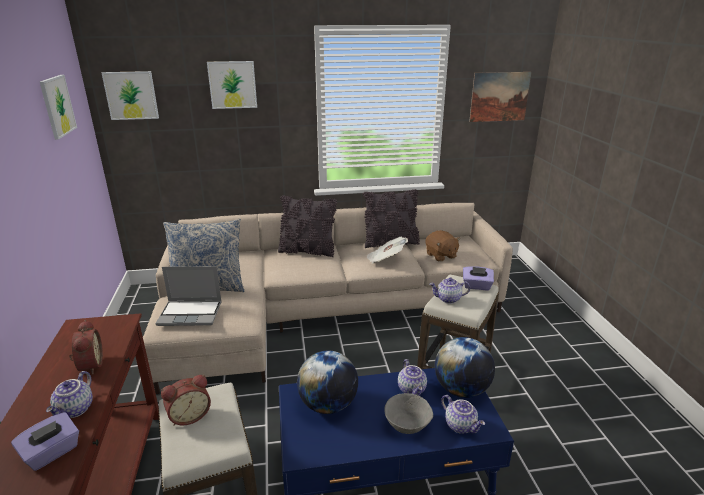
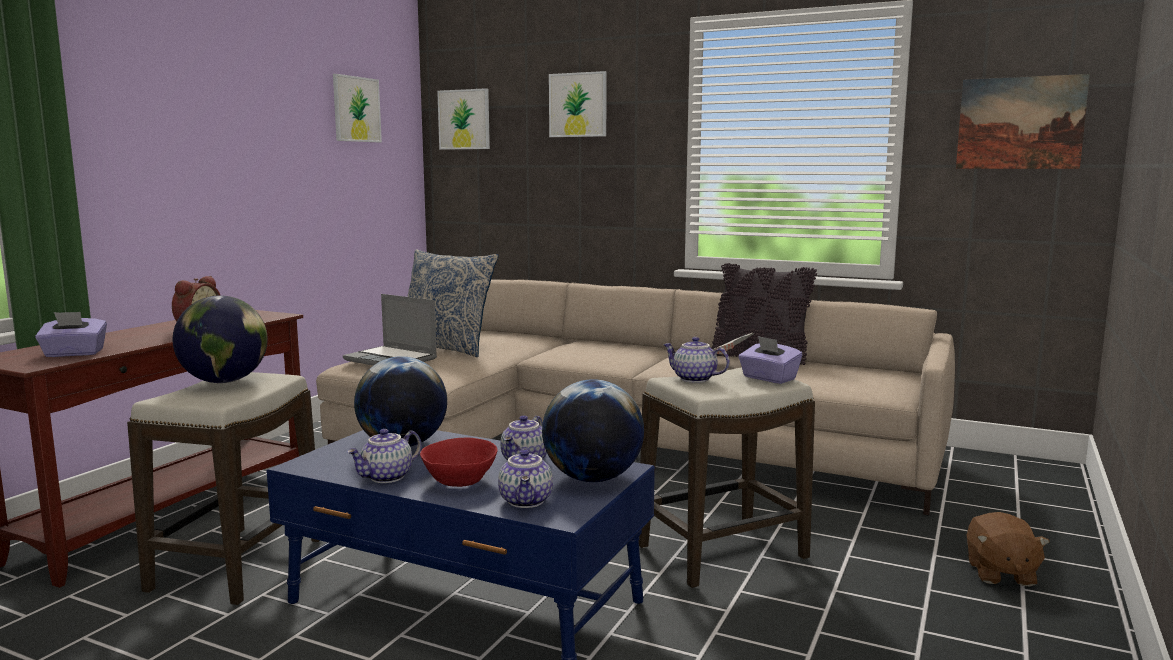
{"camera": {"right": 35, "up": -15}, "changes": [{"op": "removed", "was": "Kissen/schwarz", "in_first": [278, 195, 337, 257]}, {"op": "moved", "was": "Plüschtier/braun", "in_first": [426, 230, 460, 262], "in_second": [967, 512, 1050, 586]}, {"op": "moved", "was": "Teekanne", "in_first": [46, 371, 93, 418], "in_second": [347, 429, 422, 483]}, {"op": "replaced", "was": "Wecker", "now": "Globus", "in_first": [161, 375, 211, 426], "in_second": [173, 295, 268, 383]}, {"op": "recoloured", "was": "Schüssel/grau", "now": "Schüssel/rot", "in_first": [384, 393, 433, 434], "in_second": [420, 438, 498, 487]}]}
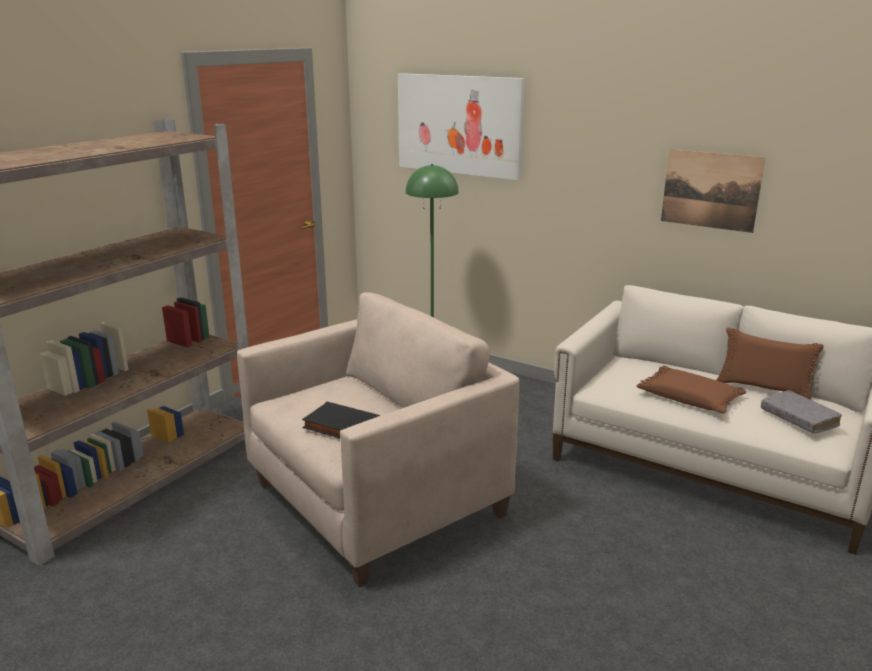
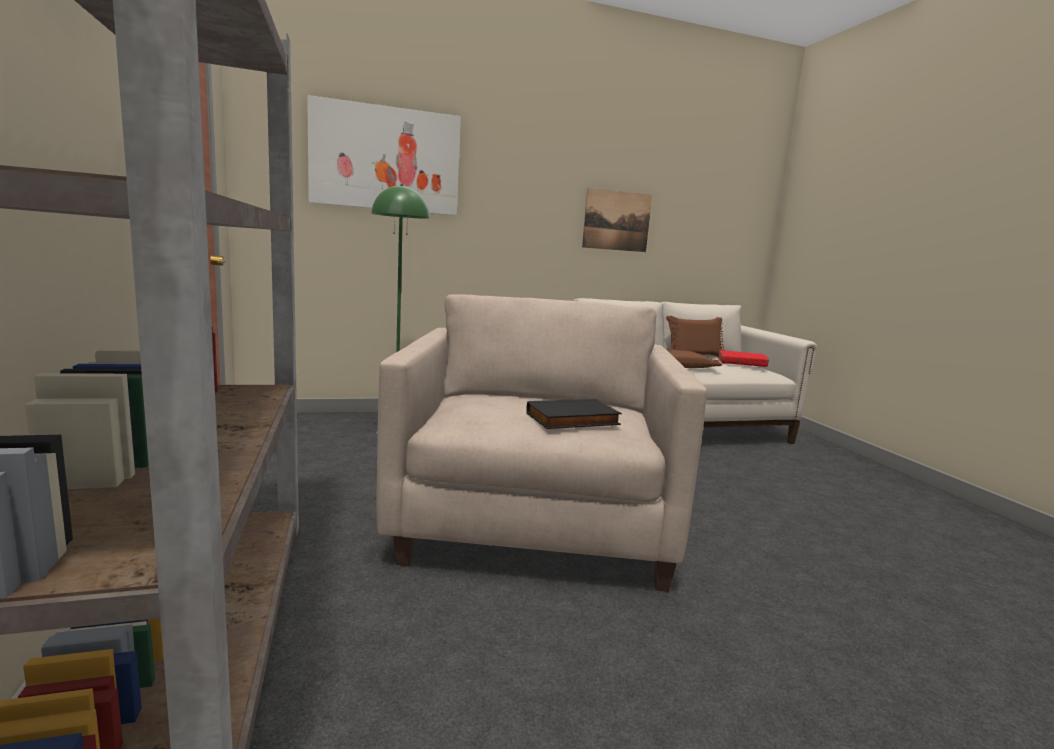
{"camera": {"right": -50, "up": -10}, "changes": [{"op": "recoloured", "was": "Buch/grau", "now": "Buch/rot", "in_first": [761, 390, 842, 433], "in_second": [718, 350, 769, 367]}]}
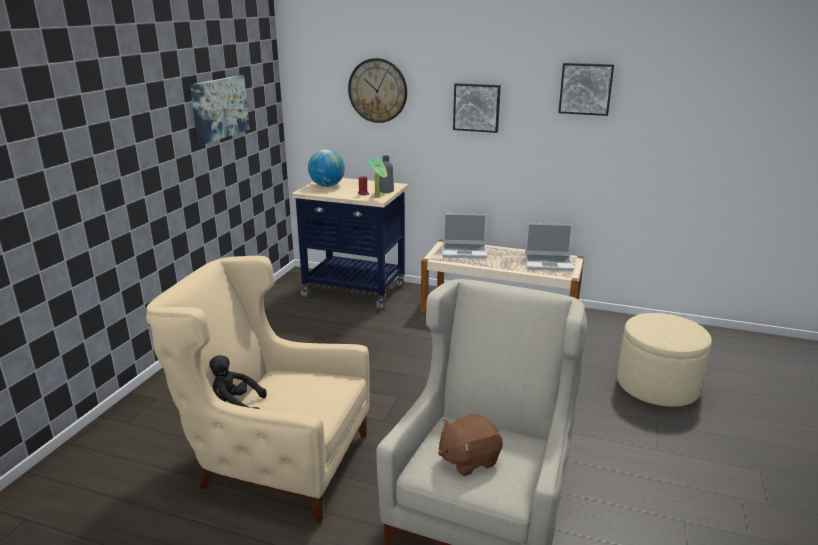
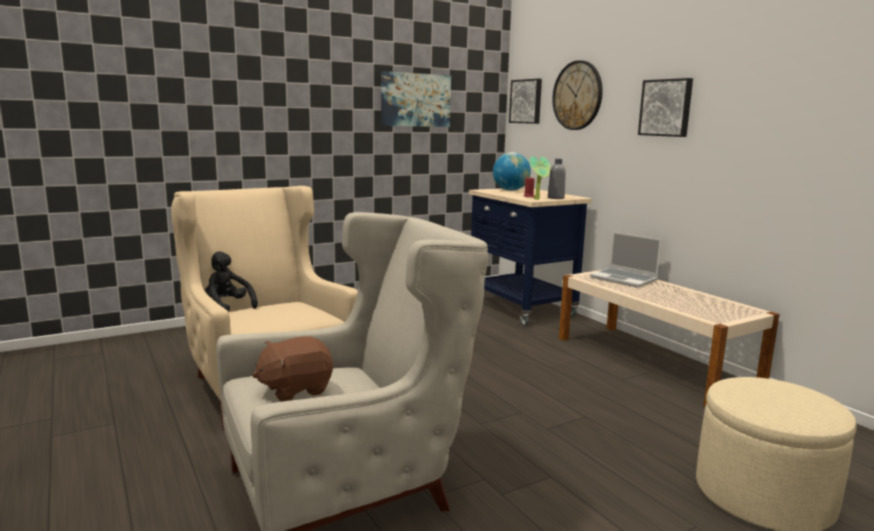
{"camera": {"right": 40, "up": -10}, "changes": [{"op": "moved", "was": "Bild", "in_first": [558, 63, 614, 116], "in_second": [509, 79, 542, 124]}, {"op": "removed", "was": "Laptop", "in_first": [525, 223, 574, 271]}, {"op": "turned", "was": "Plüschtier/braun", "in_first": [438, 414, 503, 476], "in_second": [252, 336, 333, 402], "clockwise": -45}]}
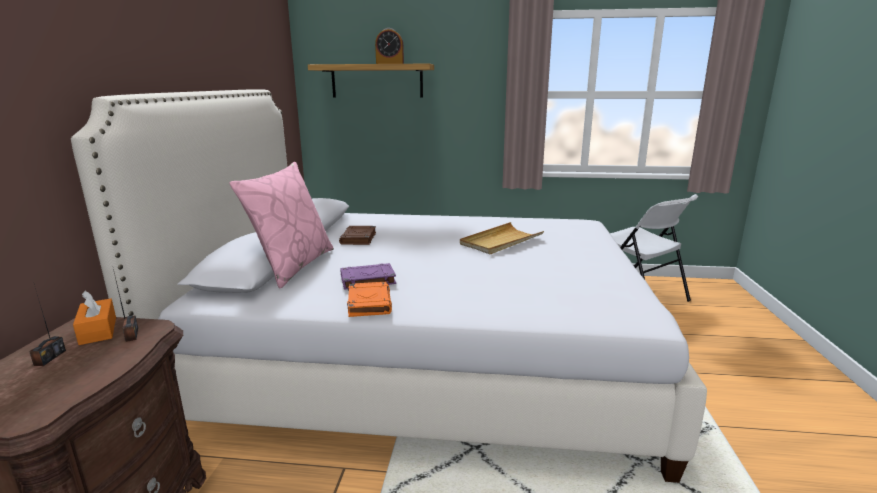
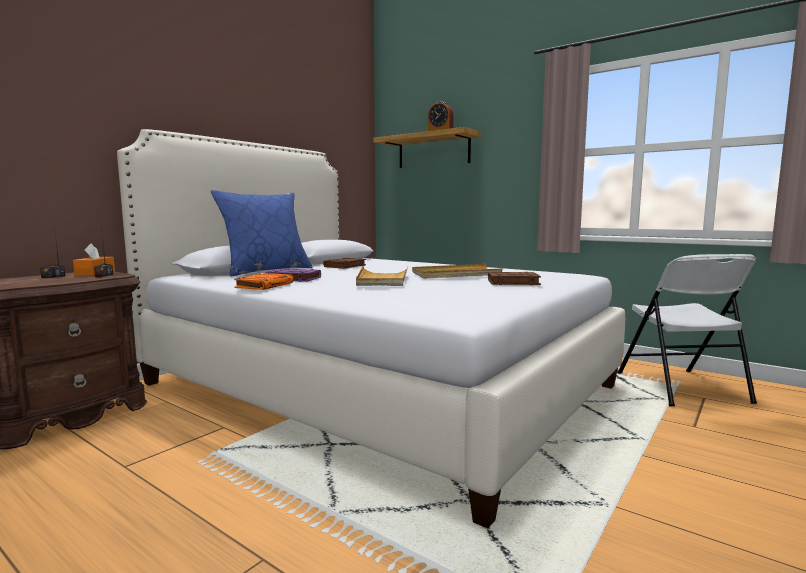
{"camera": {"right": 30, "up": -10}, "changes": [{"op": "recoloured", "was": "Kissen/rosa", "now": "Kissen/blau", "in_first": [229, 162, 334, 288], "in_second": [211, 190, 313, 276]}, {"op": "added", "now": "Tablett/beige", "in_second": [356, 266, 408, 286]}, {"op": "added", "now": "Buch/braun", "in_second": [488, 271, 541, 285]}]}
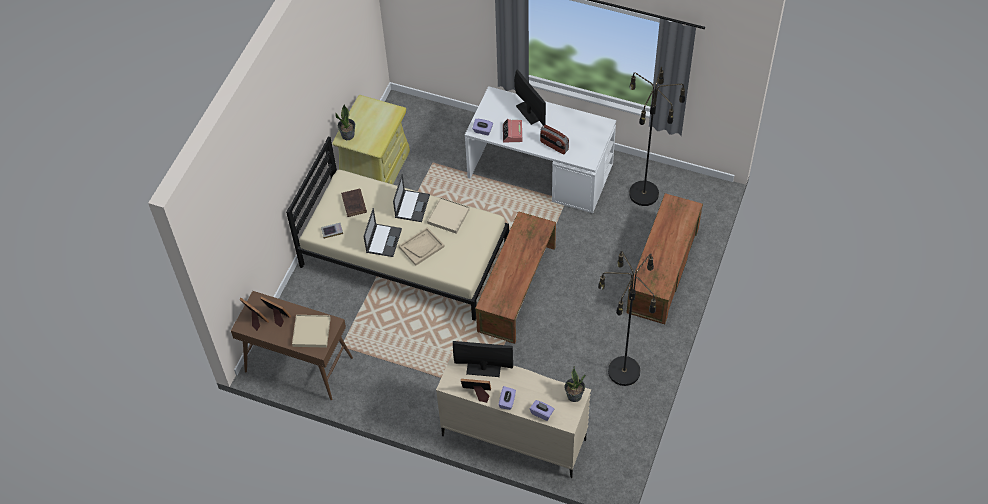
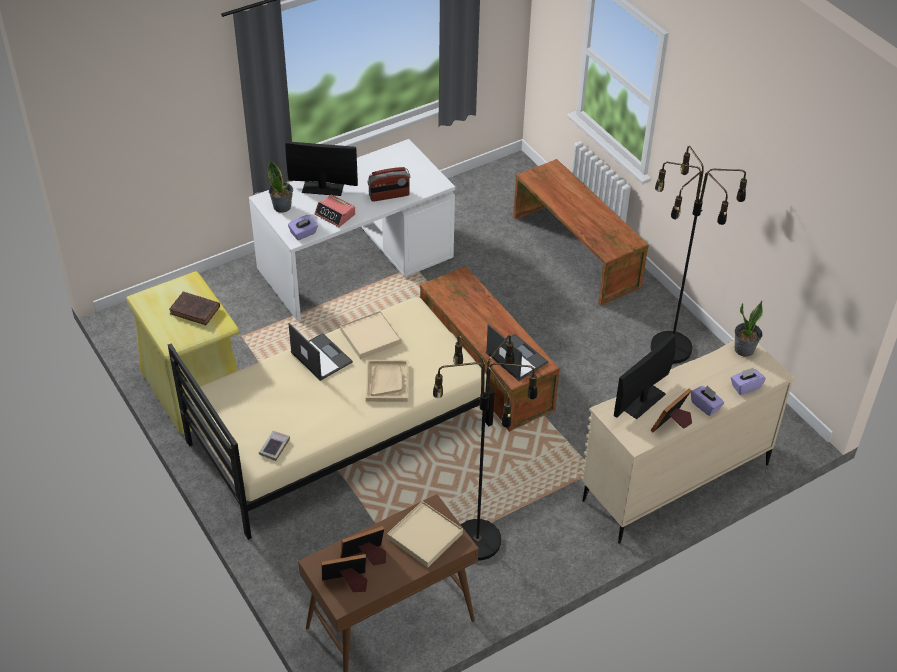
{"camera": {"right": -55, "up": -10}, "changes": [{"op": "moved", "was": "Stehlampe", "in_first": [629, 67, 685, 206], "in_second": [433, 335, 537, 560]}, {"op": "moved", "was": "Topfpflanze", "in_first": [335, 104, 355, 140], "in_second": [267, 161, 293, 213]}, {"op": "moved", "was": "Buch/braun", "in_first": [341, 189, 367, 217], "in_second": [169, 291, 220, 325]}, {"op": "moved", "was": "Laptop", "in_first": [364, 208, 402, 257], "in_second": [486, 324, 548, 381]}]}
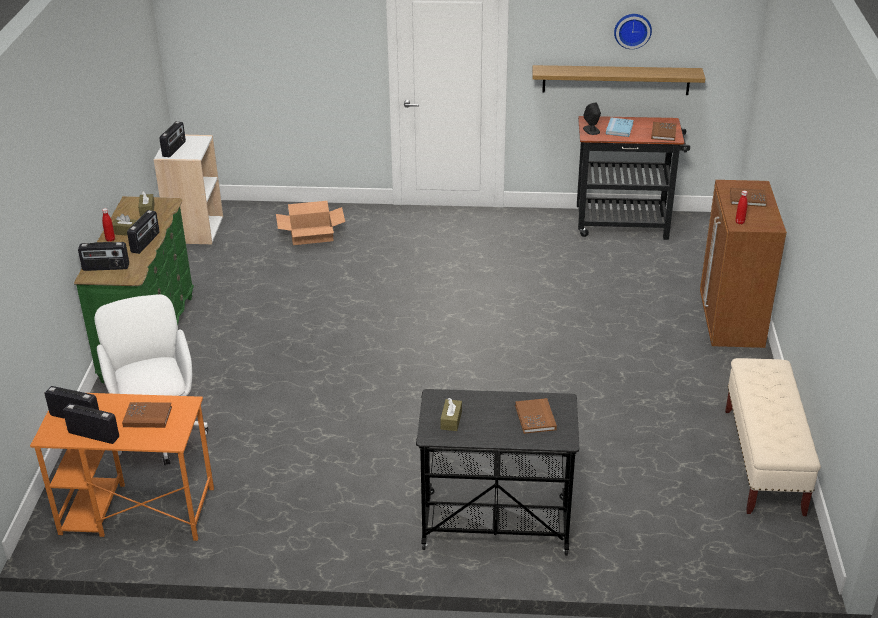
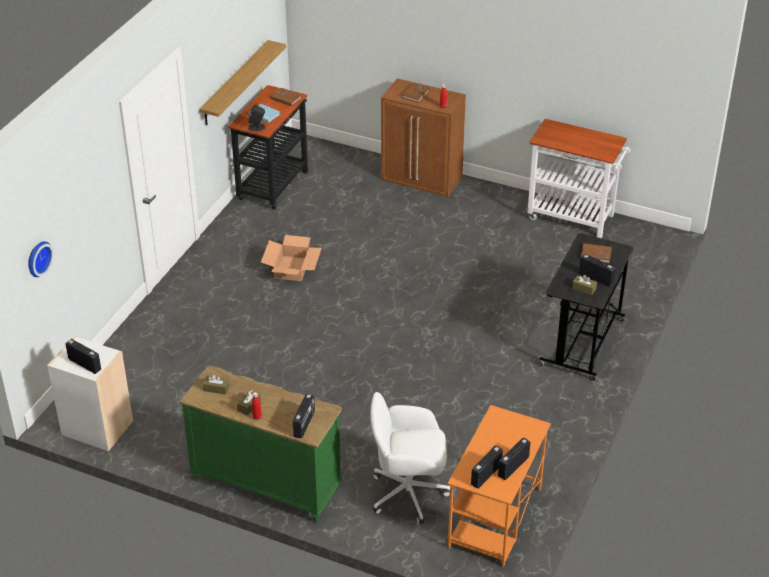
{"camera": {"right": -70, "up": 5}, "changes": [{"op": "moved", "was": "Wanduhr", "in_first": [614, 14, 652, 49], "in_second": [28, 241, 54, 277]}, {"op": "moved", "was": "Karton", "in_first": [276, 201, 345, 245], "in_second": [261, 235, 322, 281]}, {"op": "moved", "was": "Radio", "in_first": [127, 210, 159, 254], "in_second": [579, 254, 616, 287]}, {"op": "replaced", "was": "Bank/beige", "now": "Rollwagen/weiß", "in_first": [725, 358, 821, 516], "in_second": [527, 119, 630, 238]}, {"op": "removed", "was": "Buch/braun", "in_first": [122, 402, 172, 428]}]}
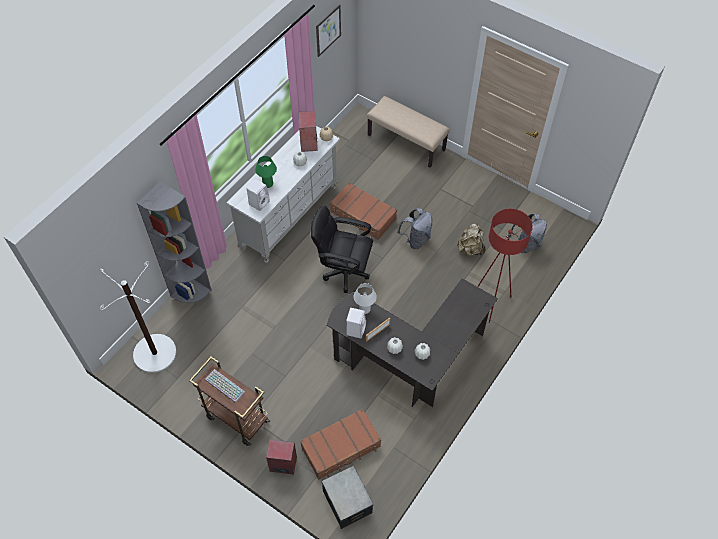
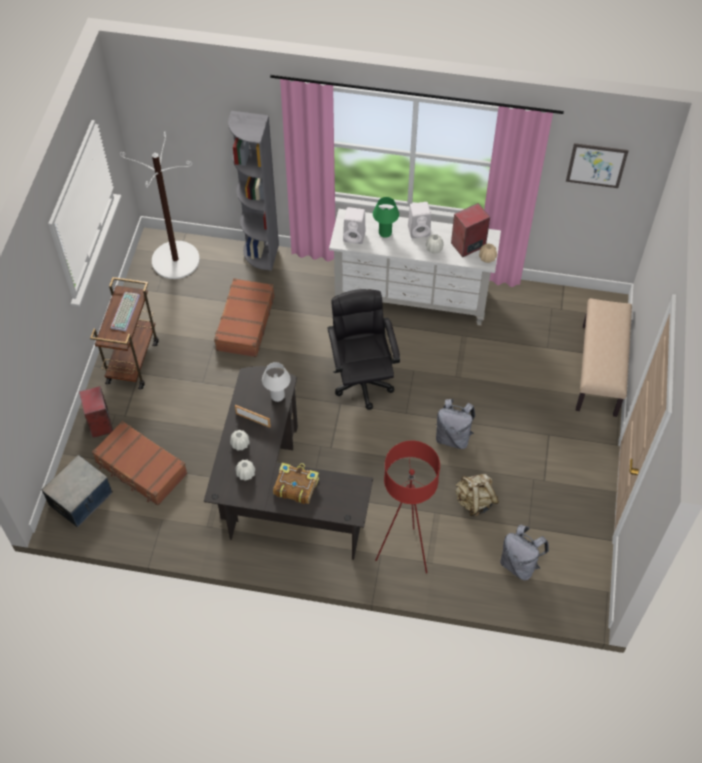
{"camera": {"right": 65, "up": 0}, "changes": [{"op": "moved", "was": "Koffer/braun", "in_first": [330, 182, 397, 240], "in_second": [214, 278, 275, 357]}, {"op": "moved", "was": "Lautsprecher/weiß", "in_first": [346, 308, 366, 338], "in_second": [408, 202, 431, 238]}, {"op": "added", "now": "Buch", "in_second": [273, 462, 319, 504]}]}
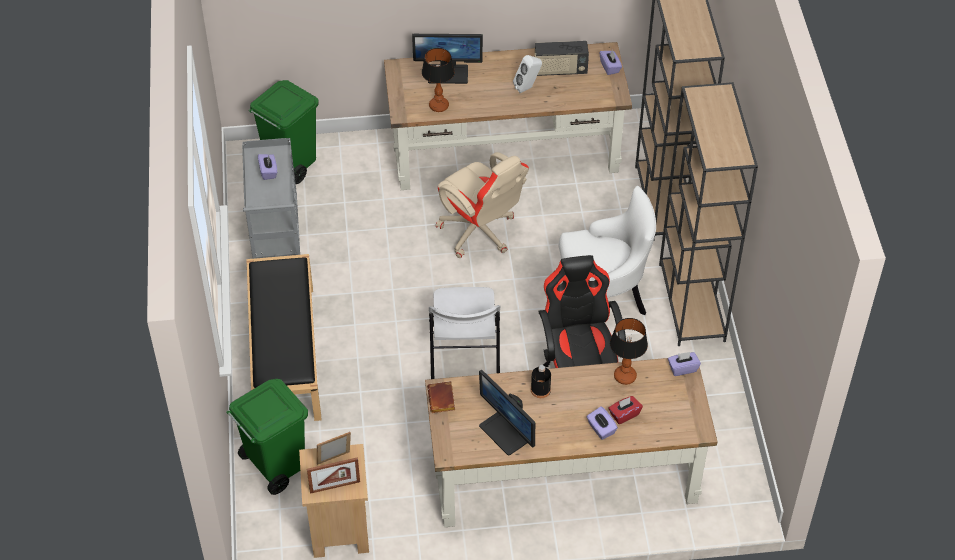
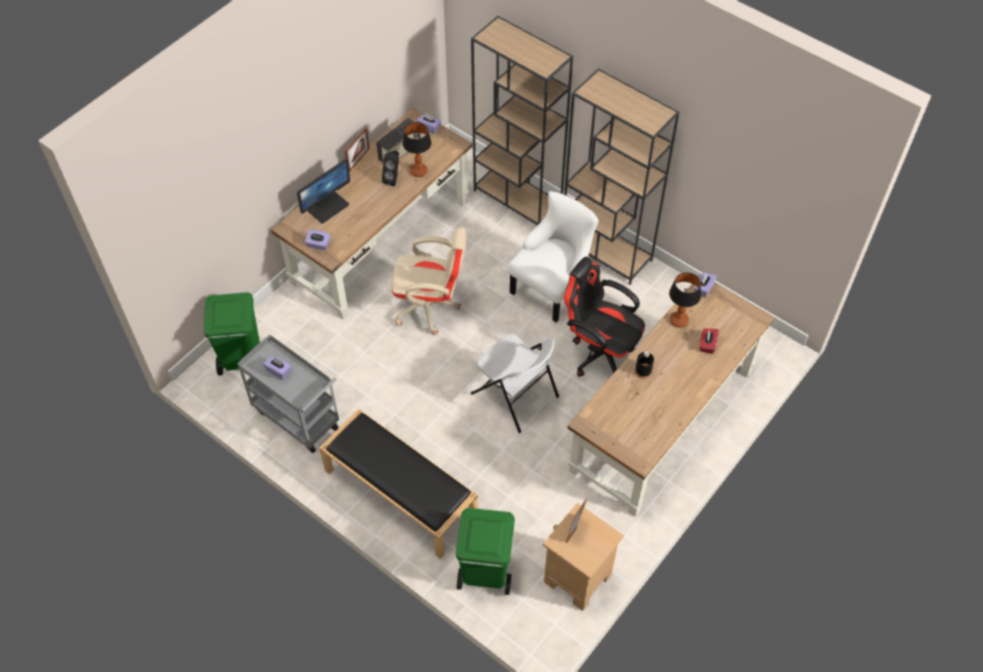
{"camera": {"right": -45, "up": 5}, "changes": [{"op": "moved", "was": "Tischlampe", "in_first": [422, 48, 455, 112], "in_second": [403, 122, 432, 177]}, {"op": "recoloured", "was": "Lautsprecher/weiß", "now": "Lautsprecher/schwarz", "in_first": [513, 55, 542, 93], "in_second": [382, 150, 399, 186]}, {"op": "removed", "was": "Monitor", "in_first": [479, 369, 535, 456]}, {"op": "removed", "was": "Buch/braun", "in_first": [427, 381, 455, 413]}, {"op": "moved", "was": "Taschentuchbox/lila", "in_first": [587, 406, 618, 440], "in_second": [305, 230, 331, 250]}, {"op": "moved", "was": "Bilderrahmen", "in_first": [307, 457, 360, 494], "in_second": [345, 127, 370, 172]}]}
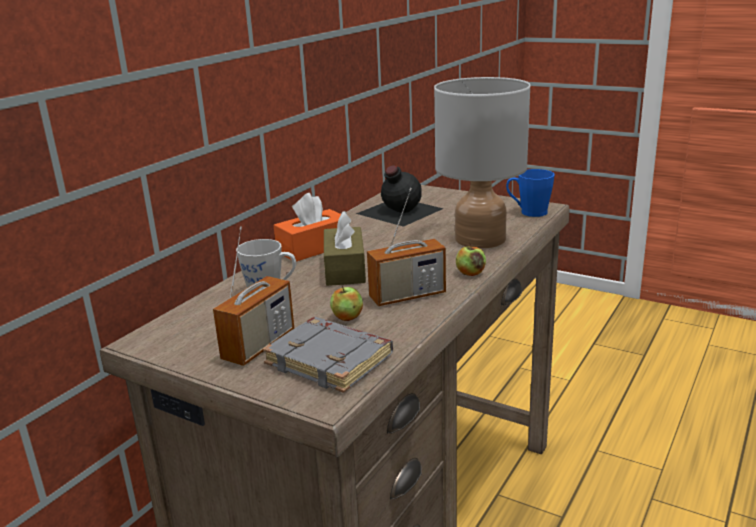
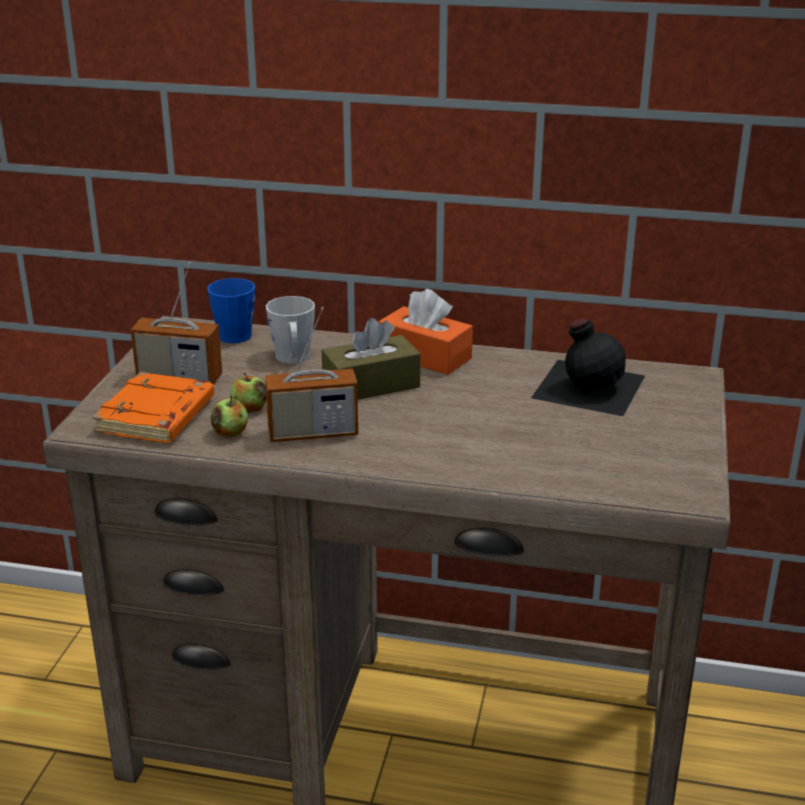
{"camera": {"right": 70, "up": 5}, "changes": [{"op": "removed", "was": "Tischlampe/grau", "in_first": [434, 77, 530, 248]}, {"op": "moved", "was": "Henkelbecher/blau", "in_first": [506, 169, 555, 217], "in_second": [207, 278, 255, 343]}, {"op": "turned", "was": "Radio", "in_first": [367, 188, 446, 306], "in_second": [265, 307, 358, 442], "clockwise": -60}, {"op": "moved", "was": "Apfel", "in_first": [456, 243, 486, 276], "in_second": [210, 396, 248, 438]}, {"op": "recoloured", "was": "Buch/grau", "now": "Buch/orange", "in_first": [263, 317, 393, 393], "in_second": [92, 372, 214, 443]}]}
